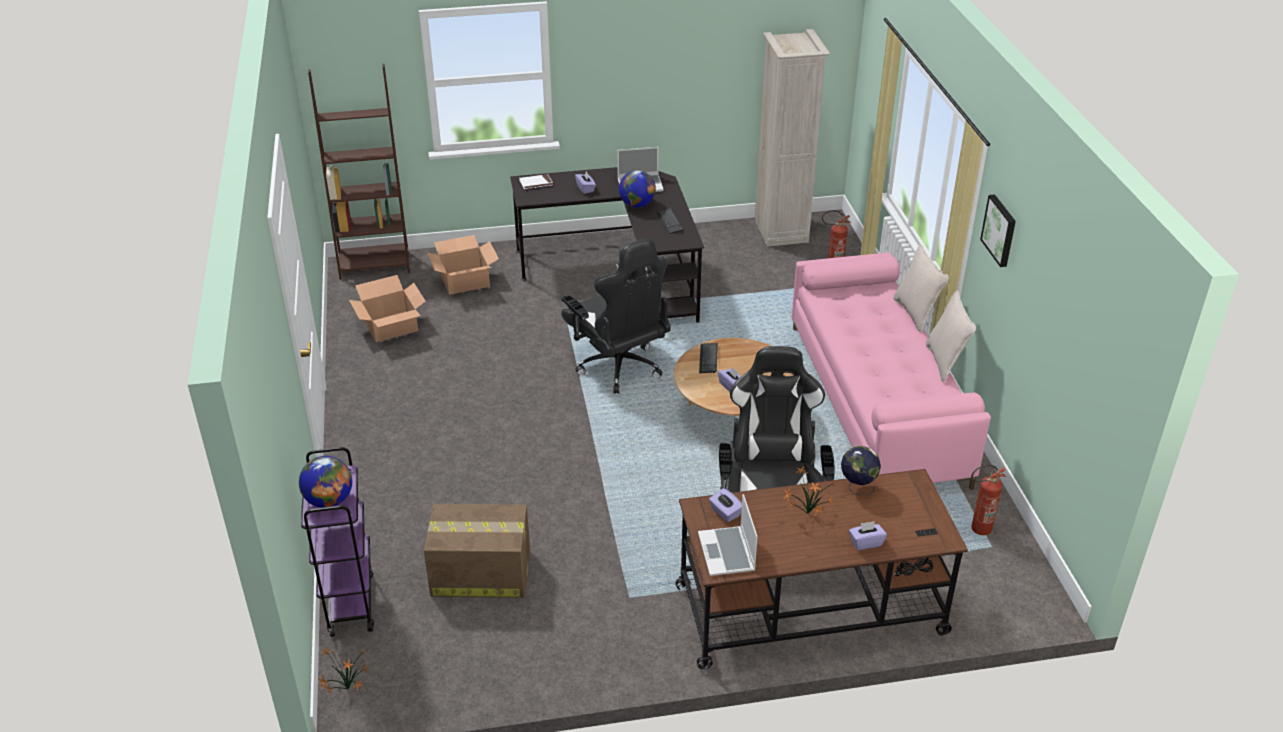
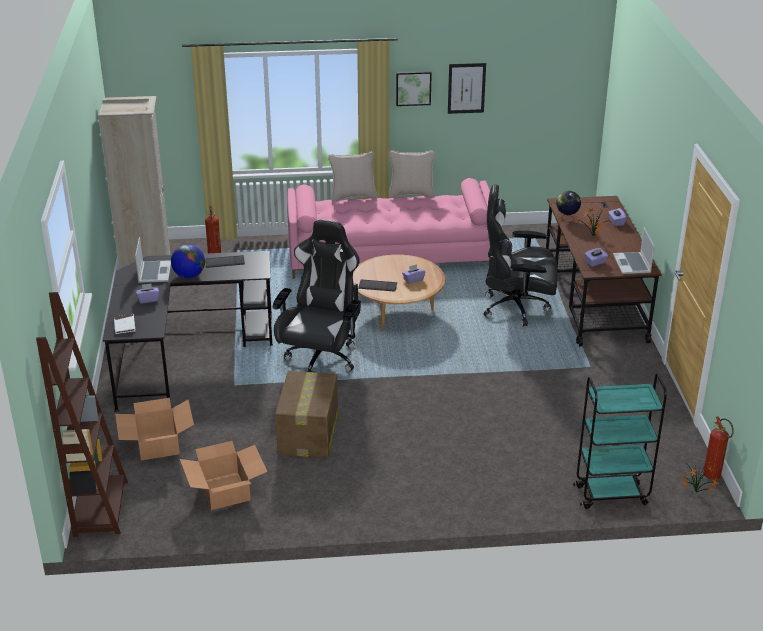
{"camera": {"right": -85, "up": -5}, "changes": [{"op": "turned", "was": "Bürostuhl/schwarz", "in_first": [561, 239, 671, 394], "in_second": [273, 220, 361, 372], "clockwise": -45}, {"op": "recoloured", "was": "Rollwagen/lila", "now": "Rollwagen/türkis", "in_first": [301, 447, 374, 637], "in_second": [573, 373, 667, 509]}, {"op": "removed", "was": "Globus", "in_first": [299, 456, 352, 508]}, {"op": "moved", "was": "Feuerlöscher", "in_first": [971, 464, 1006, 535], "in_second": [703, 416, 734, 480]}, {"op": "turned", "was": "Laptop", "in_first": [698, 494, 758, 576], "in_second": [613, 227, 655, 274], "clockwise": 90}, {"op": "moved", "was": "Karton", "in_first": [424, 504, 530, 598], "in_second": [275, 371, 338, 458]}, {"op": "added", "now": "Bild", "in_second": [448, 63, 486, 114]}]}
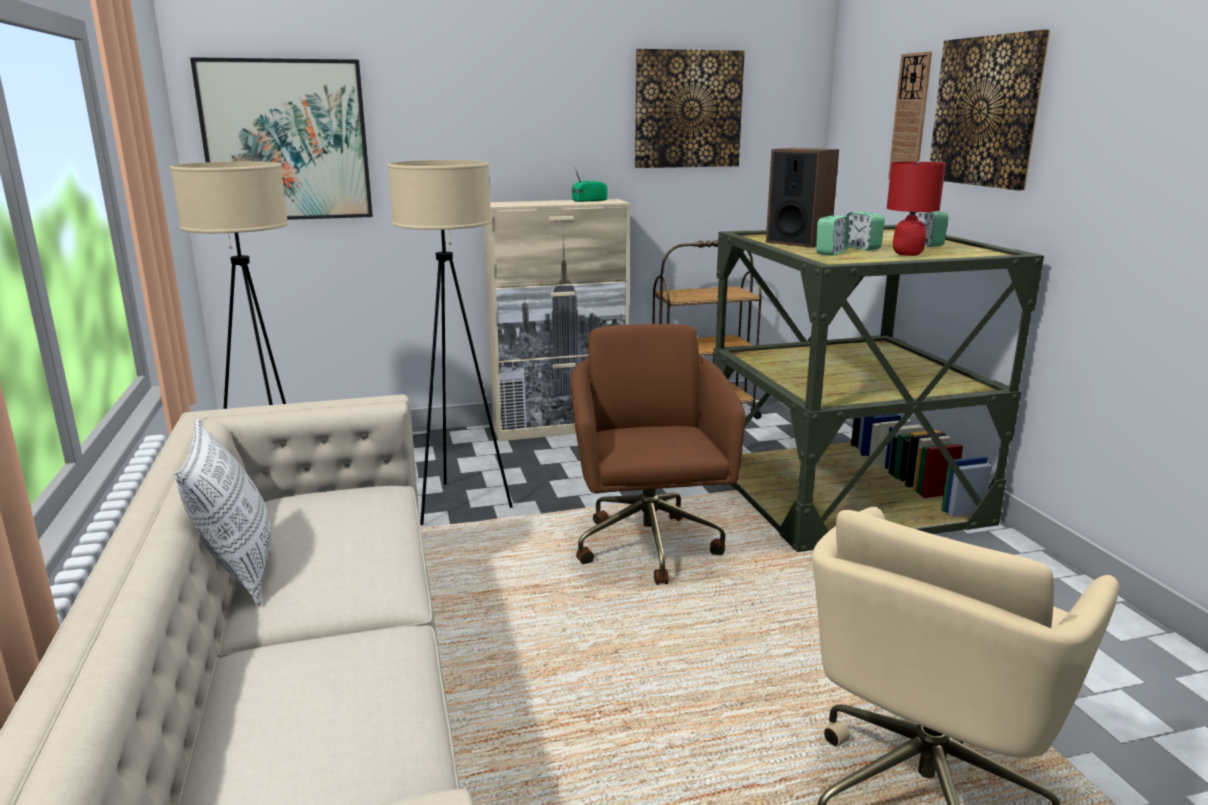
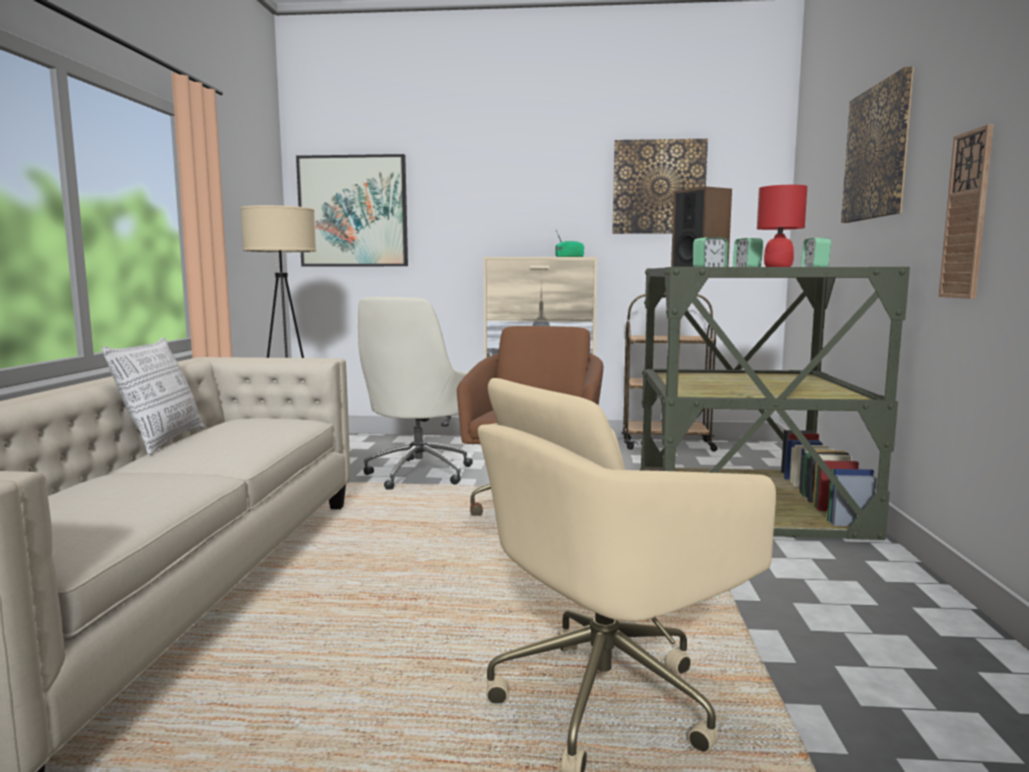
{"camera": {"right": 20, "up": -10}, "changes": [{"op": "moved", "was": "Wanduhr", "in_first": [888, 51, 932, 179], "in_second": [939, 124, 994, 299]}, {"op": "replaced", "was": "Stehlampe/beige", "now": "Bürostuhl/beige", "in_first": [388, 160, 513, 525], "in_second": [358, 297, 473, 490]}]}
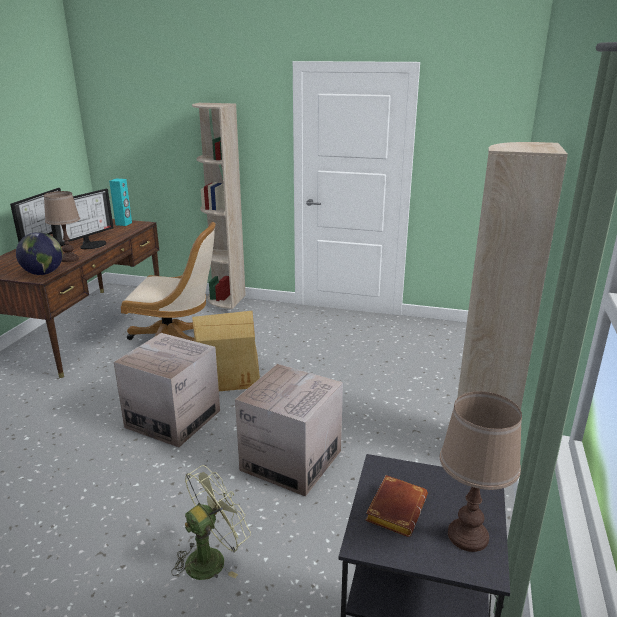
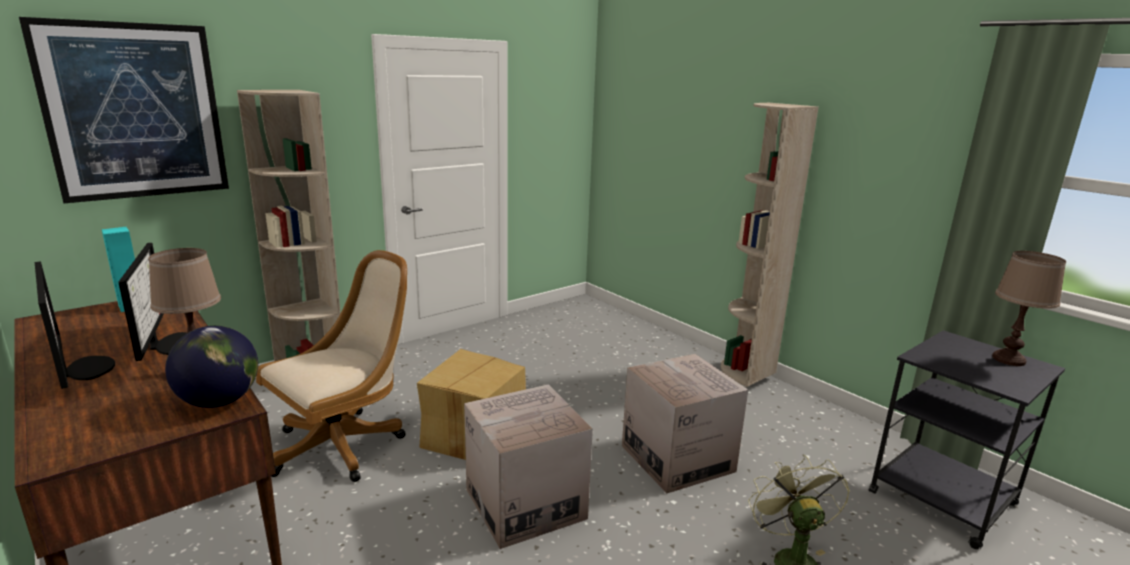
{"camera": {"right": -55, "up": -5}, "changes": [{"op": "removed", "was": "Buch/braun", "in_first": [365, 475, 428, 537]}, {"op": "added", "now": "Bild", "in_second": [19, 17, 229, 203]}]}
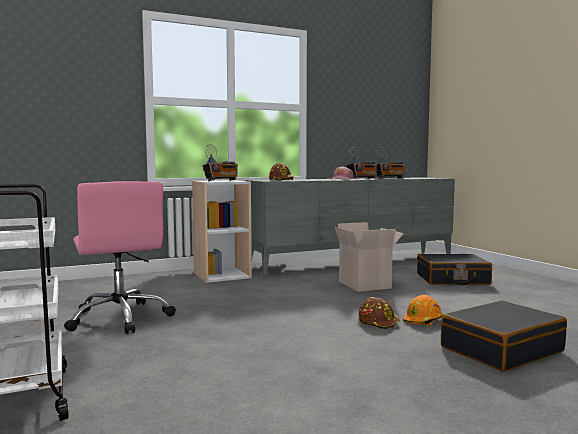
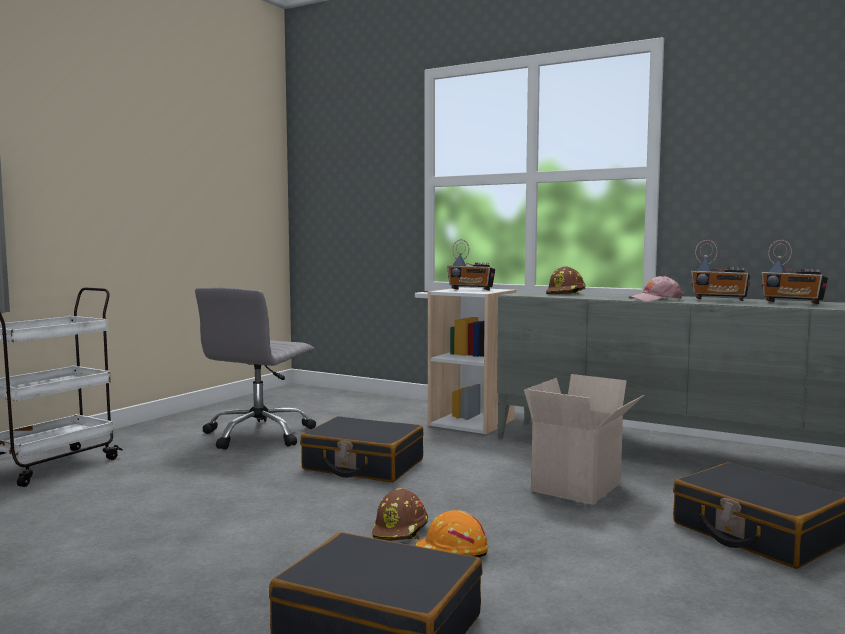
{"camera": {"right": 55, "up": 0}, "changes": [{"op": "recoloured", "was": "Bürostuhl/rosa", "now": "Bürostuhl/grau", "in_first": [64, 181, 176, 334], "in_second": [195, 288, 316, 450]}, {"op": "added", "now": "Koffer/schwarz", "in_second": [300, 416, 424, 482]}]}
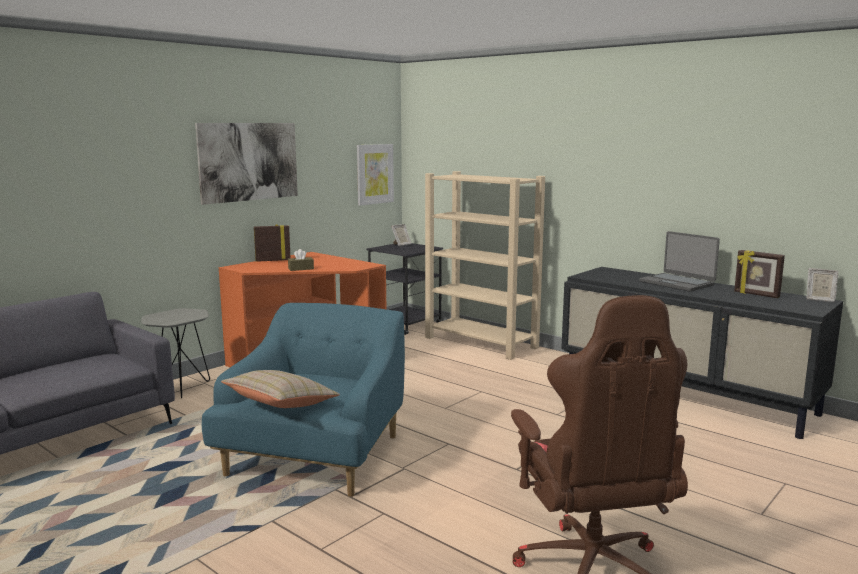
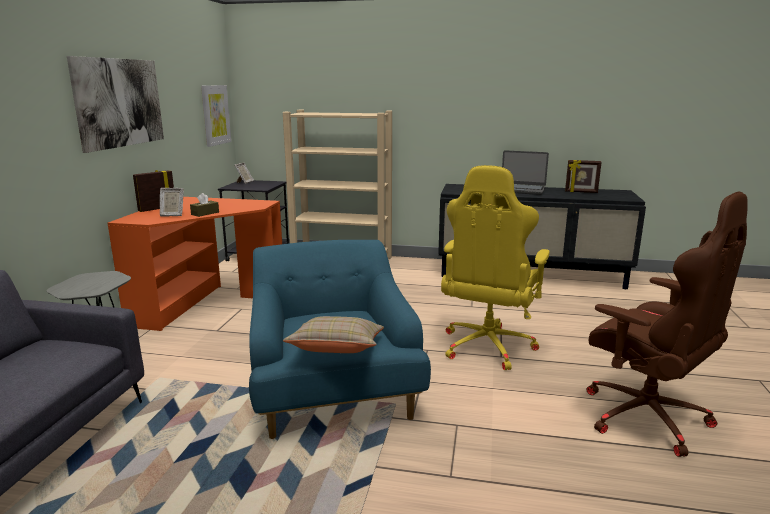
{"camera": {"right": -30, "up": 5}, "changes": [{"op": "moved", "was": "Bilderrahmen", "in_first": [806, 268, 838, 303], "in_second": [160, 188, 184, 217]}, {"op": "added", "now": "Bürostuhl/gelb", "in_second": [441, 165, 550, 370]}]}
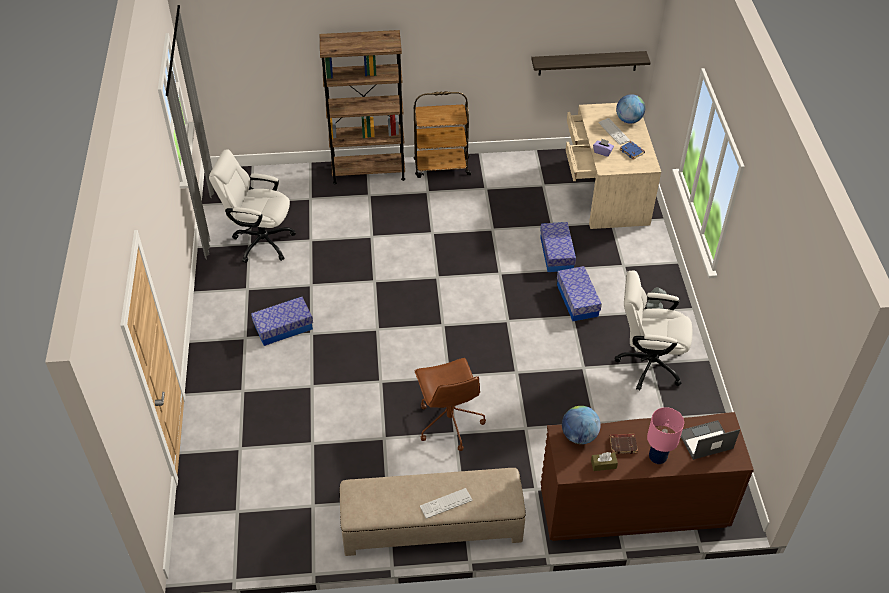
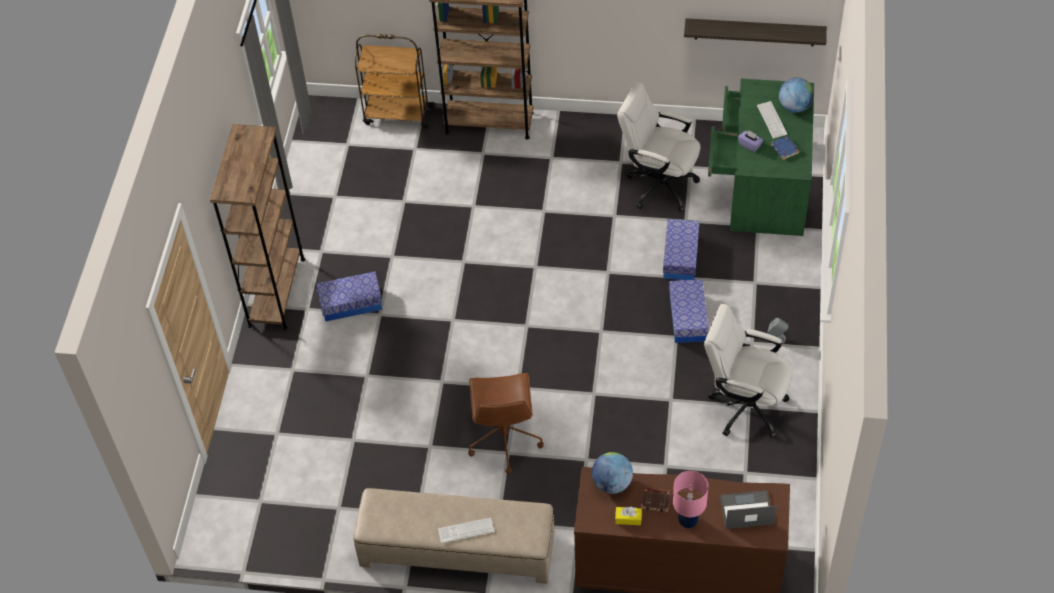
{"camera": {"right": 15, "up": 5}, "changes": [{"op": "moved", "was": "Rollwagen/braun", "in_first": [414, 91, 472, 178], "in_second": [355, 34, 436, 129]}, {"op": "recoloured", "was": "Schreibtisch/beige", "now": "Schreibtisch/grün", "in_first": [566, 103, 661, 229], "in_second": [708, 79, 814, 236]}, {"op": "moved", "was": "Bürostuhl/weiß", "in_first": [209, 149, 296, 263], "in_second": [617, 82, 701, 212]}, {"op": "recoloured", "was": "Taschentuchbox/braun", "now": "Taschentuchbox/gelb", "in_first": [591, 452, 618, 471], "in_second": [615, 507, 642, 525]}, {"op": "added", "now": "Bücherregal/braun", "in_second": [210, 124, 305, 331]}]}
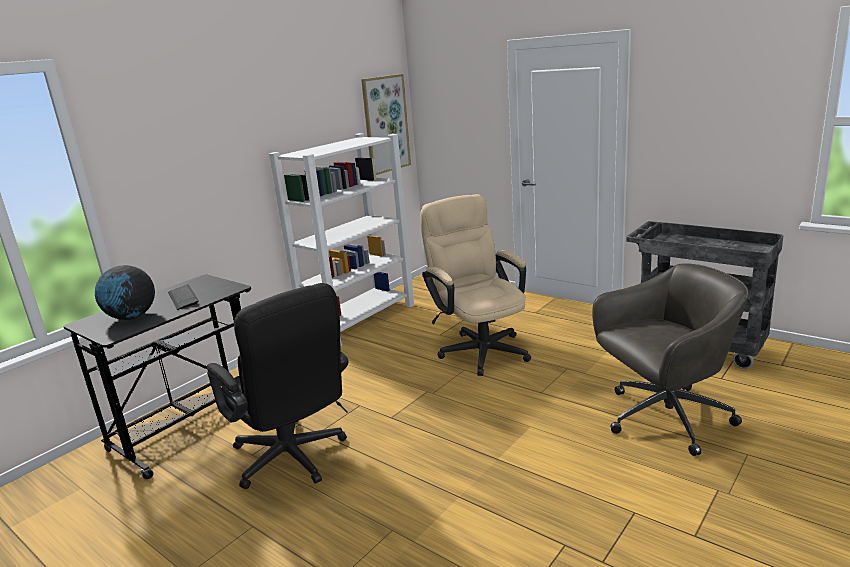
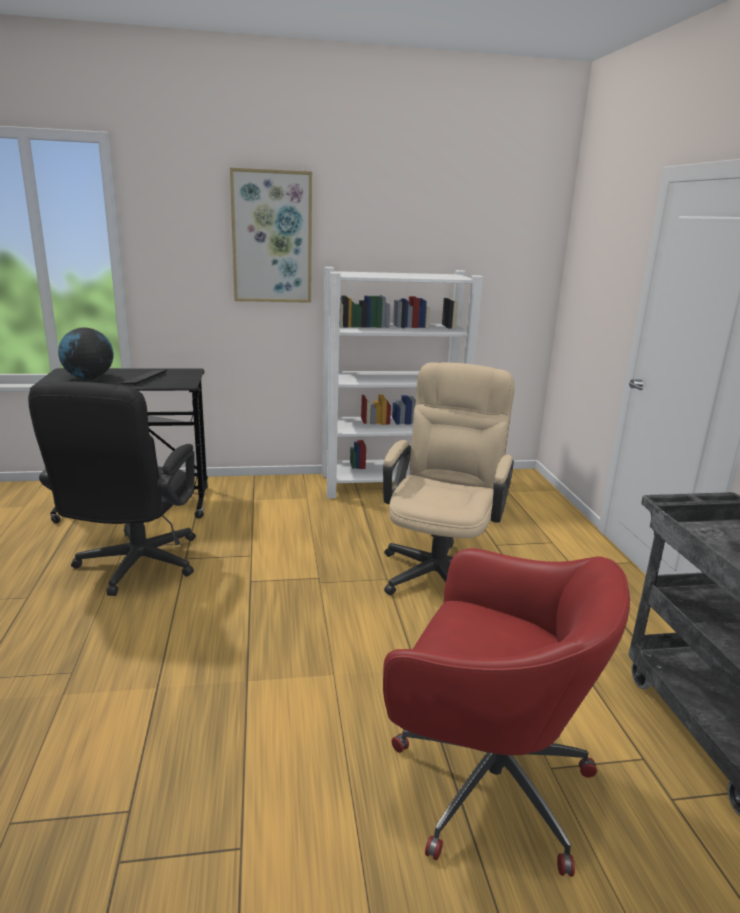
{"camera": {"right": 40, "up": 0}, "changes": [{"op": "moved", "was": "Bild", "in_first": [361, 74, 411, 175], "in_second": [230, 168, 312, 303]}, {"op": "recoloured", "was": "Bürostuhl/grau", "now": "Bürostuhl/rot", "in_first": [592, 263, 749, 456], "in_second": [383, 548, 630, 877]}]}
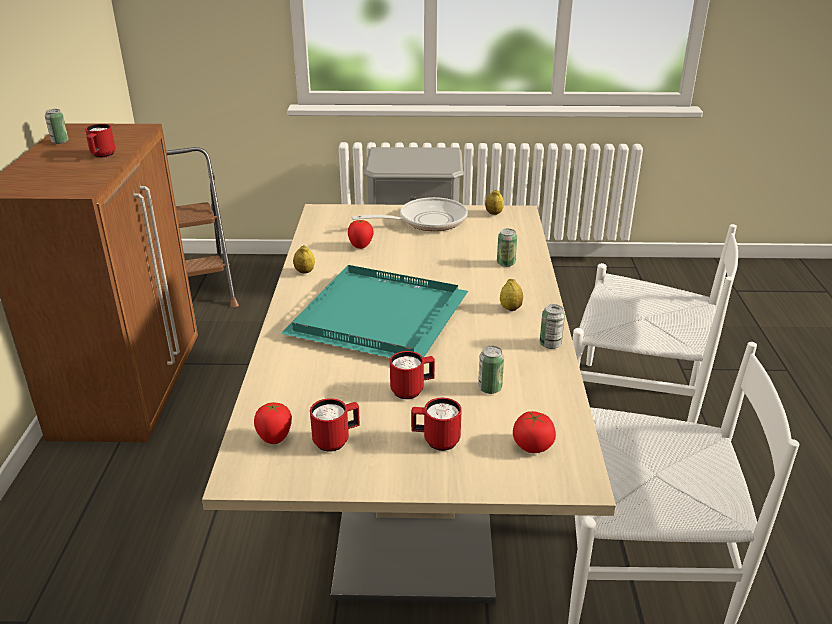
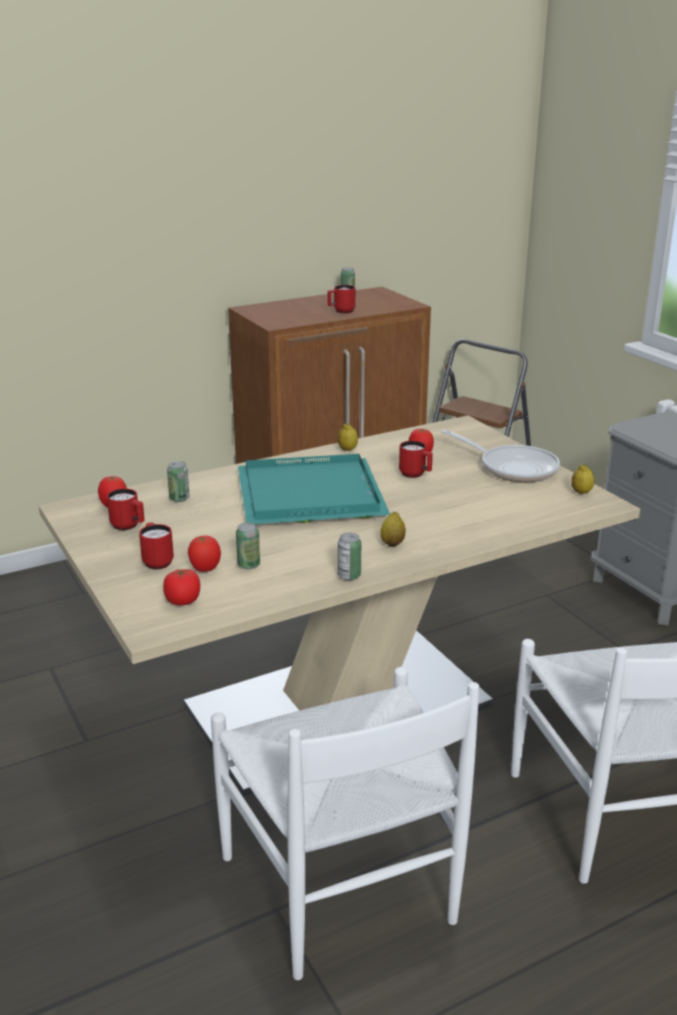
{"camera": {"right": 60, "up": -5}, "changes": [{"op": "moved", "was": "Dose", "in_first": [497, 229, 517, 267], "in_second": [167, 461, 190, 502]}, {"op": "moved", "was": "Henkelbecher/rot", "in_first": [390, 351, 435, 399], "in_second": [399, 441, 433, 478]}, {"op": "added", "now": "Tomate", "in_second": [188, 535, 221, 572]}]}
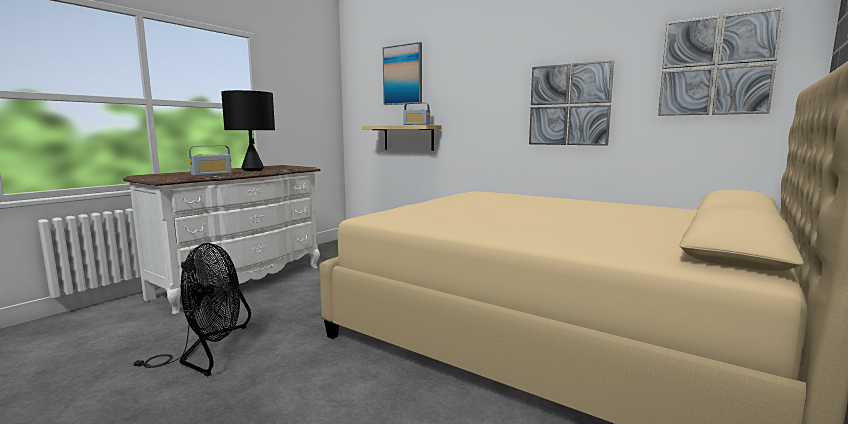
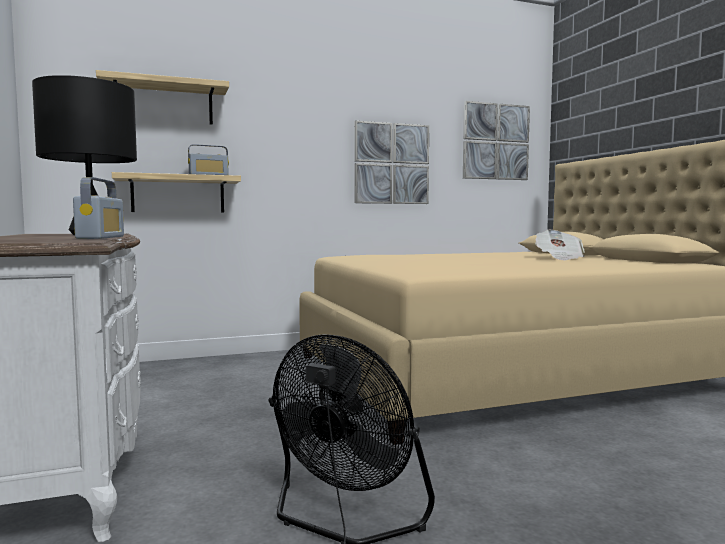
{"camera": {"right": -55, "up": -5}, "changes": [{"op": "replaced", "was": "Bild", "now": "Wandregal", "in_first": [382, 42, 422, 105], "in_second": [96, 70, 229, 125]}, {"op": "added", "now": "Zeitung", "in_second": [535, 230, 585, 260]}]}
